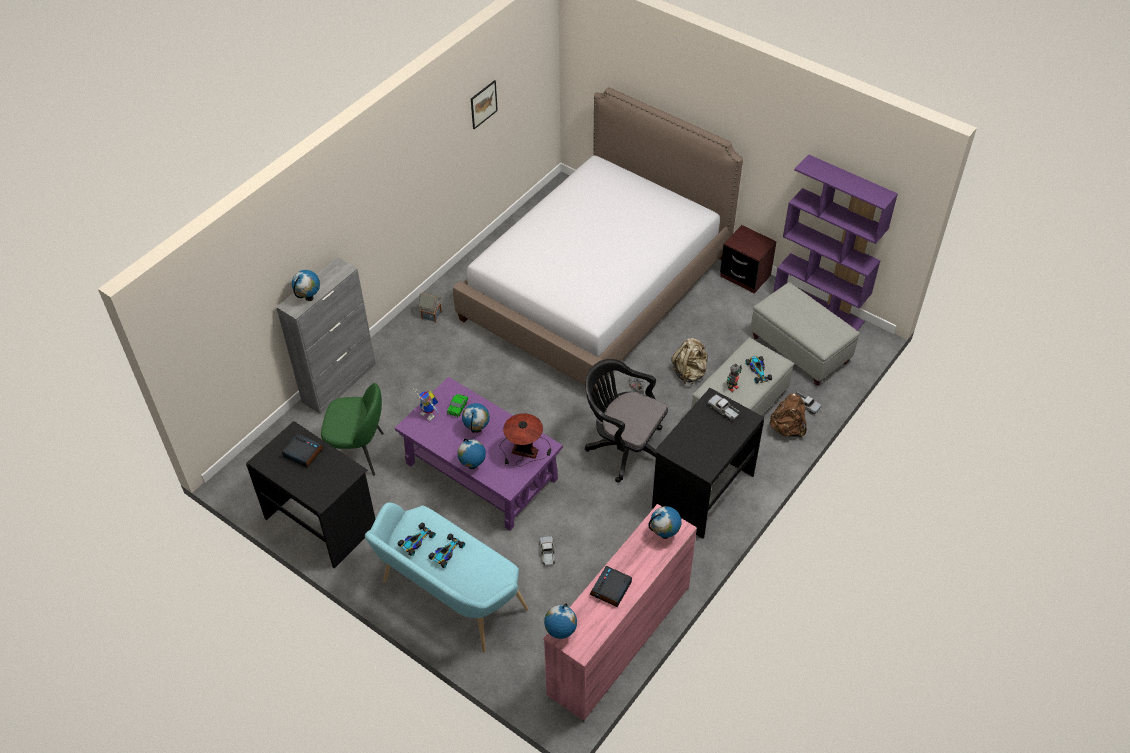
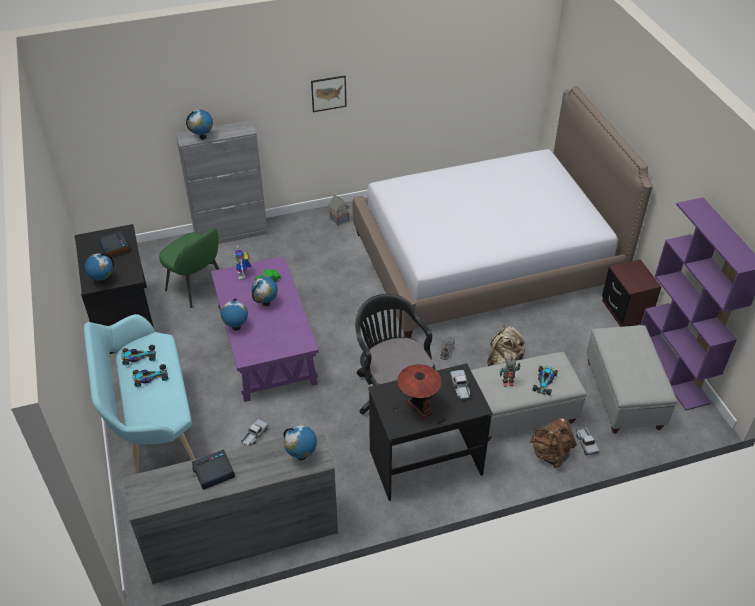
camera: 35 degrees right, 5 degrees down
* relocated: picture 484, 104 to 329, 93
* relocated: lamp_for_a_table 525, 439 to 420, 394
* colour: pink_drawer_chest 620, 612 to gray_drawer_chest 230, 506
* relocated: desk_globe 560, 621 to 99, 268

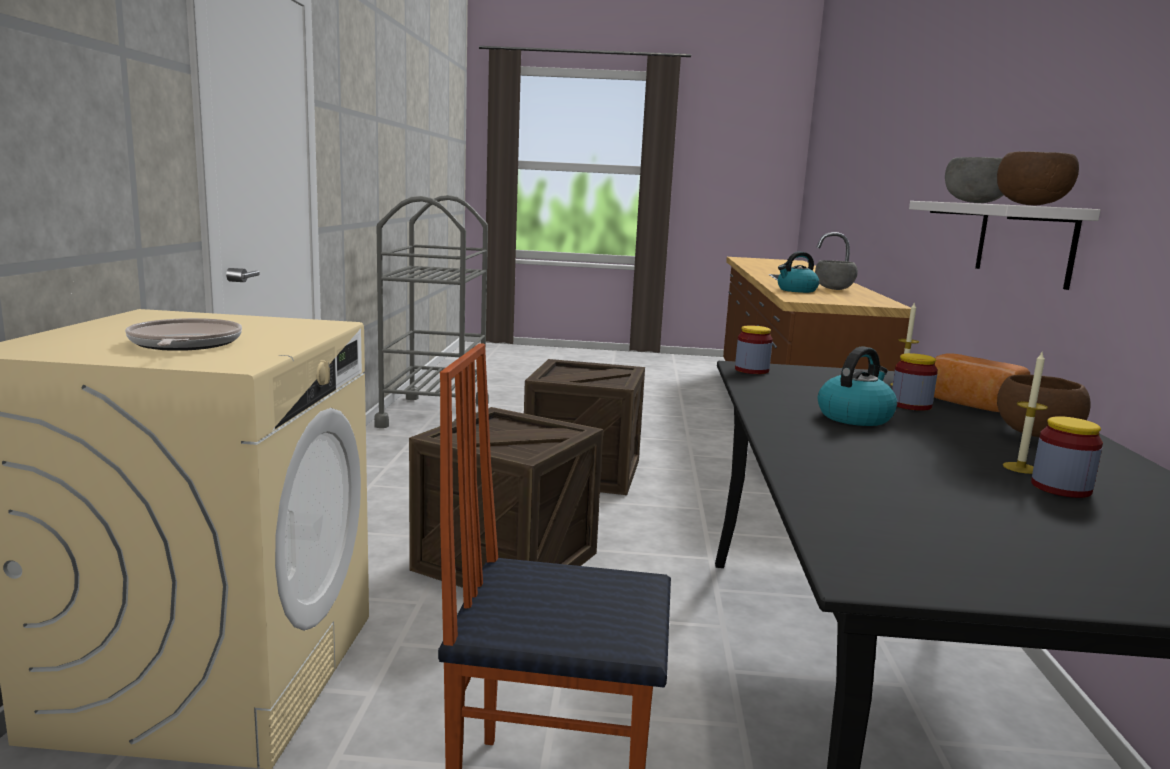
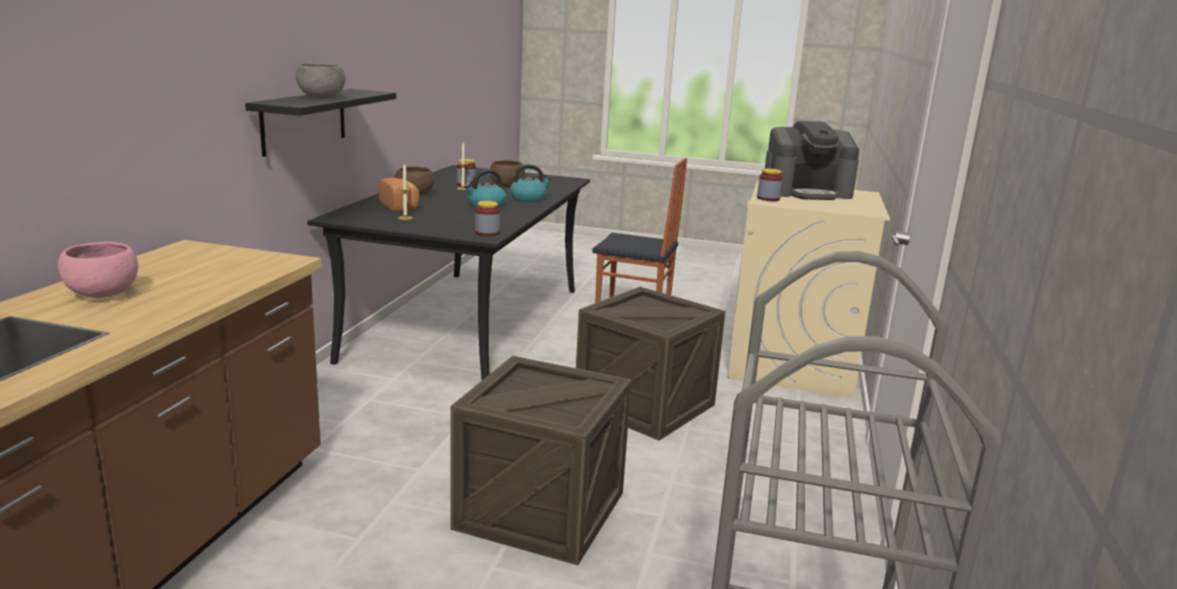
camera: 170 degrees left, 5 degrees up
* exchanged: pan 183, 334 to coffee_machine 812, 160
* relocated: tea_kettle 798, 272 to 531, 183
* colour: gray_bowl 836, 275 to pink_bowl 98, 270
* relocated: preserve_jar 915, 382 to 770, 184
* colour: white-coloured_shelf 1005, 245 to black-coloured_shelf 320, 123
* relocated: brownish_bowl 1038, 178 to 507, 173

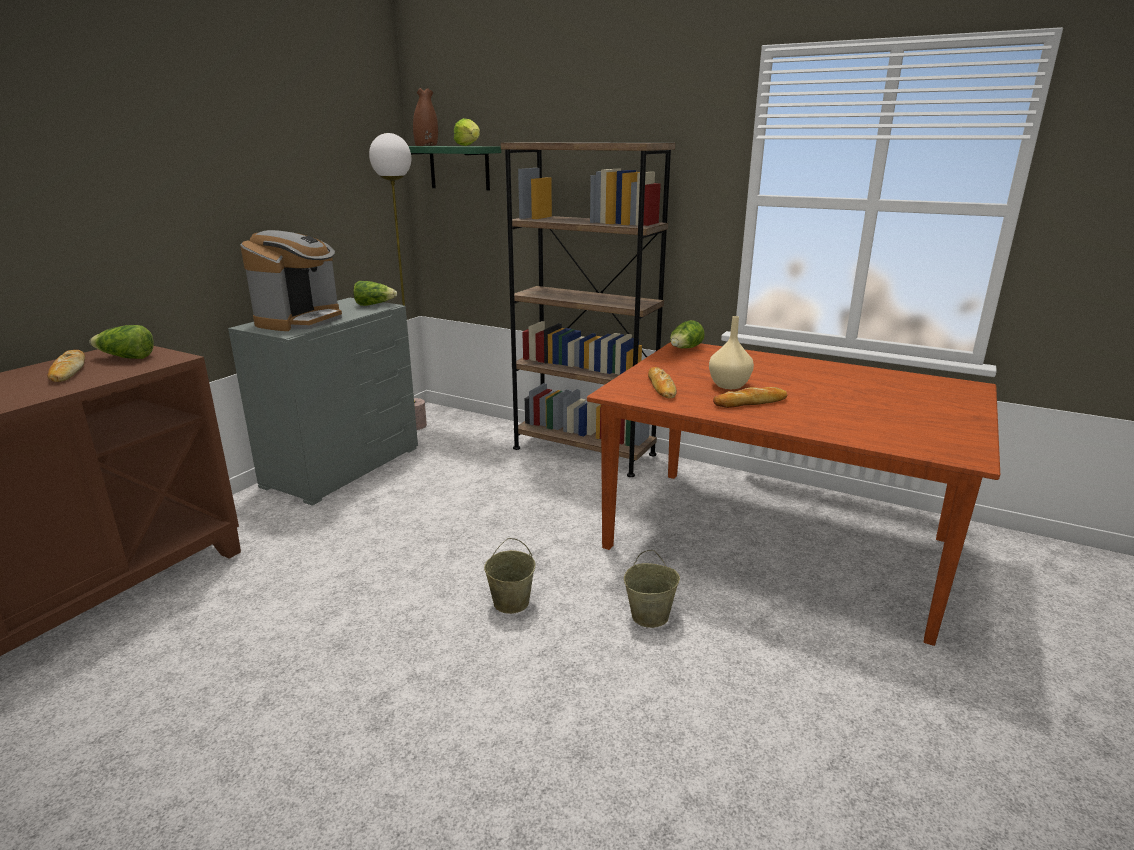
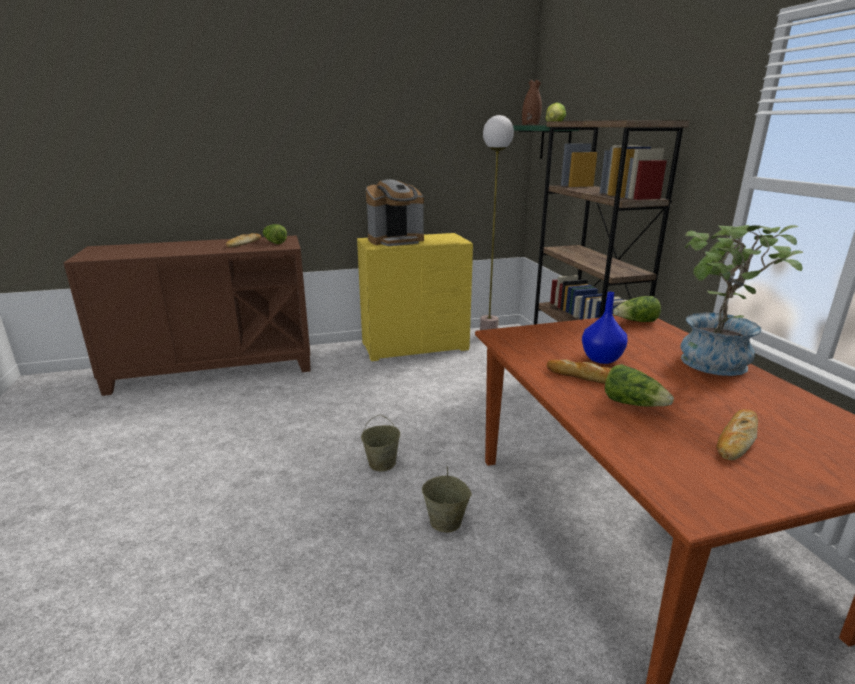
camera: 45 degrees right, 0 degrees up
* colour: gray_drawer_chest 323, 402 to yellow-coloured_drawer_chest 415, 297
* relocated: head_of_lettuce 375, 293 to 639, 385
* relocated: bakery_bread 662, 382 to 737, 434
* colour: sand-coloured_vase 731, 352 to blue_vase 605, 328
* appeared: houseplant 742, 300

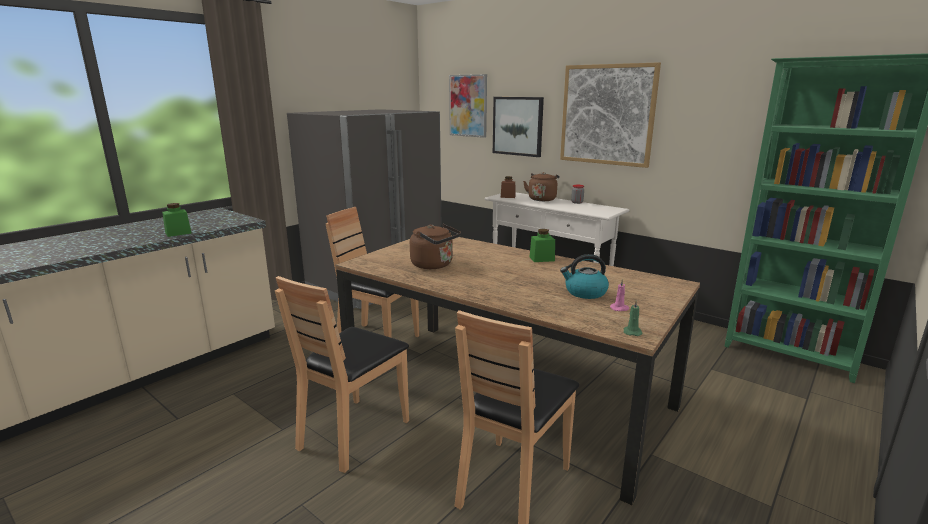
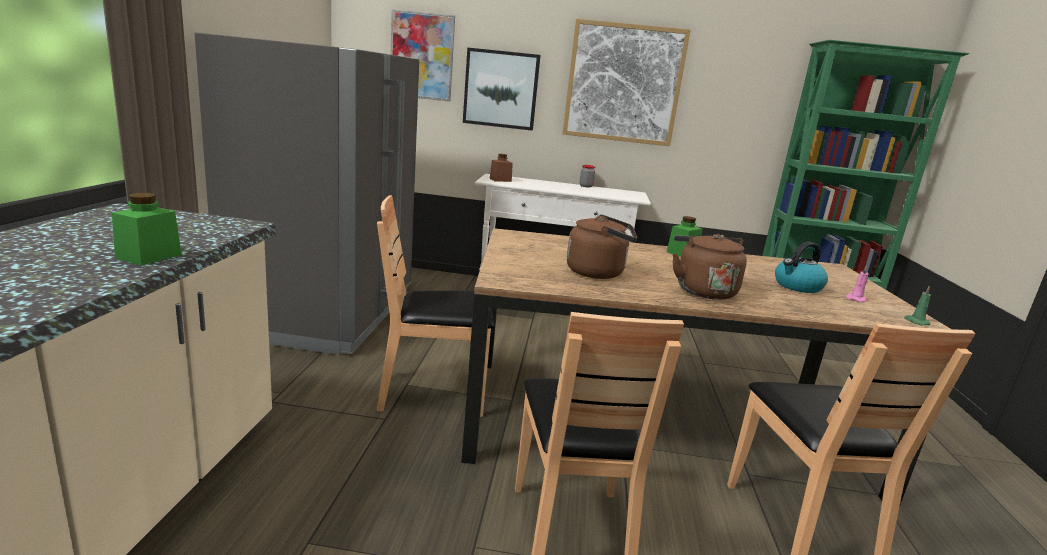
camera: 35 degrees left, 0 degrees up
* relocated: brownish_tea_kettle 541, 186 to 710, 267

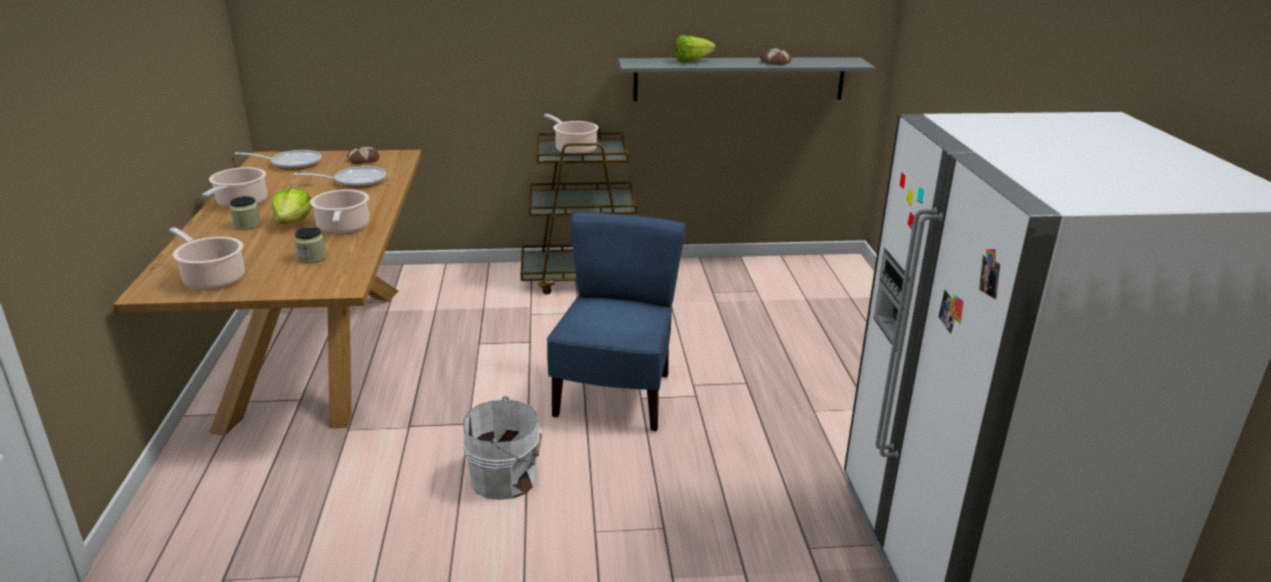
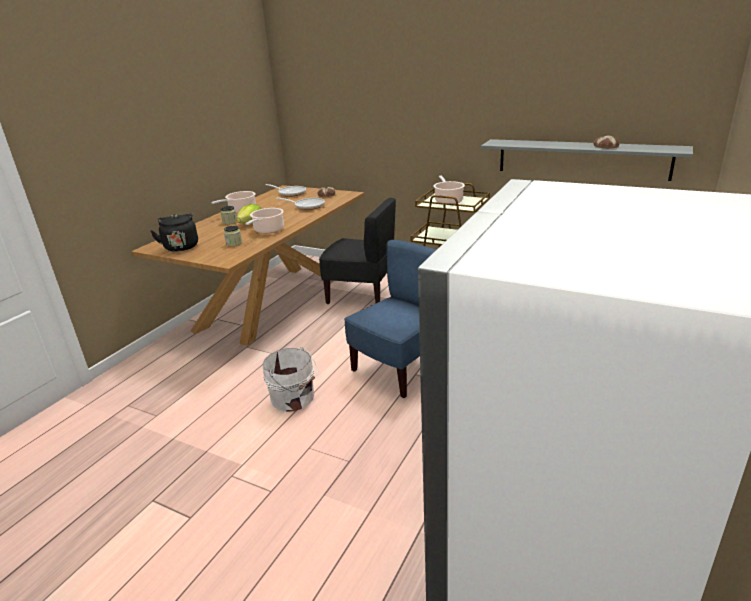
camera: 35 degrees right, 0 degrees up
* exchanged: cooking_pot 207, 258 to black-coloured_tea_kettle 174, 232
* missing: head_of_lettuce 695, 49
* appeared: black-coloured_chair 357, 251

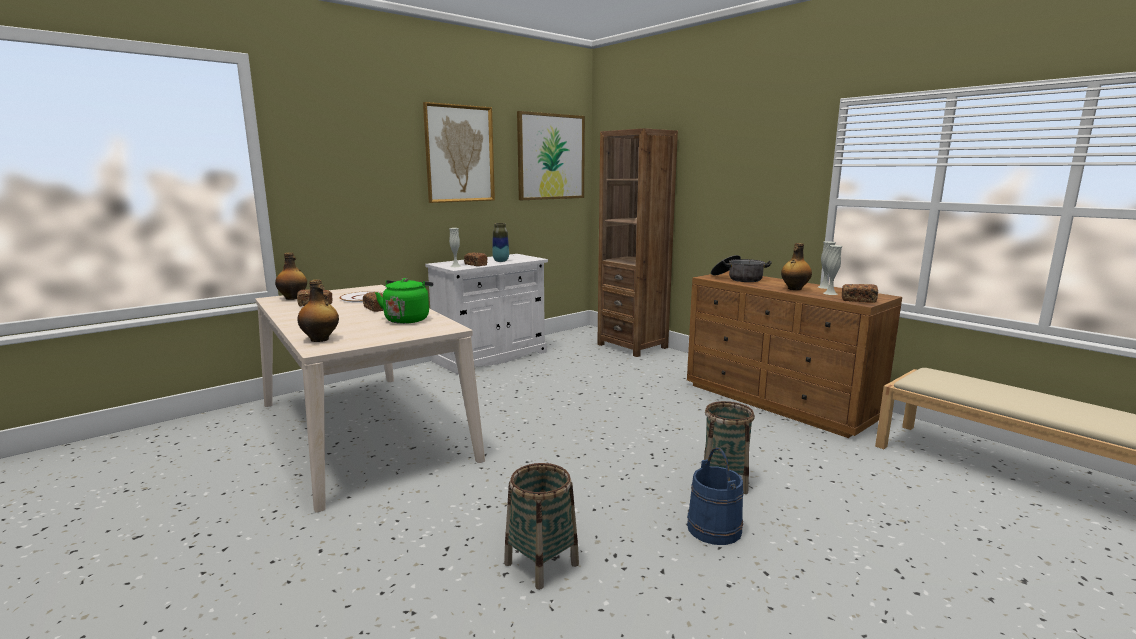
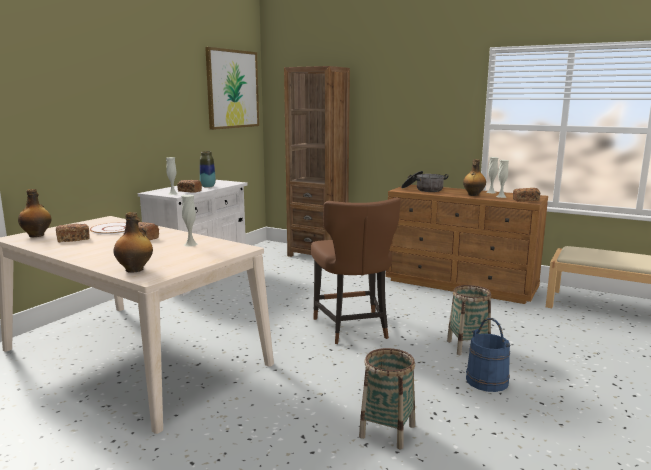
camera: 20 degrees left, 0 degrees up
* exchanged: green-coloured_tea_kettle 404, 301 to white-coloured_vase 189, 221
* missing: picture 459, 152
* appeared: brownish_chair 356, 271

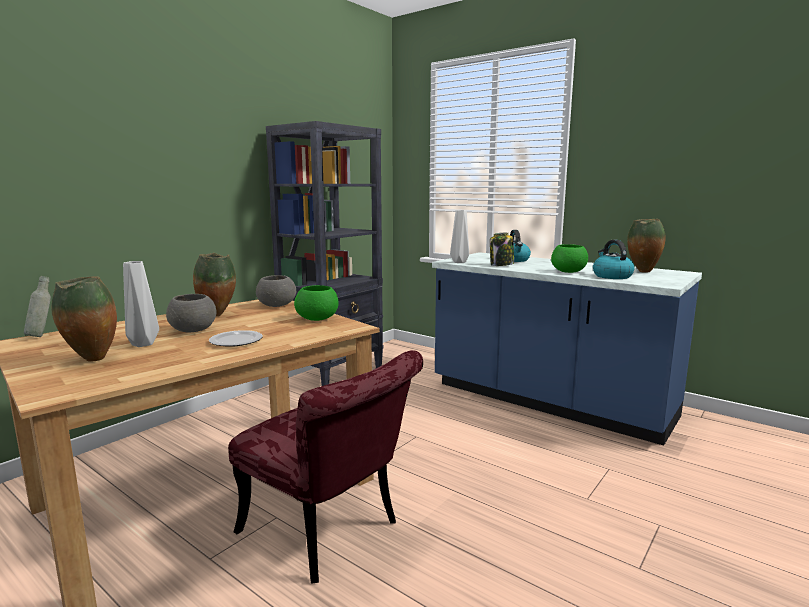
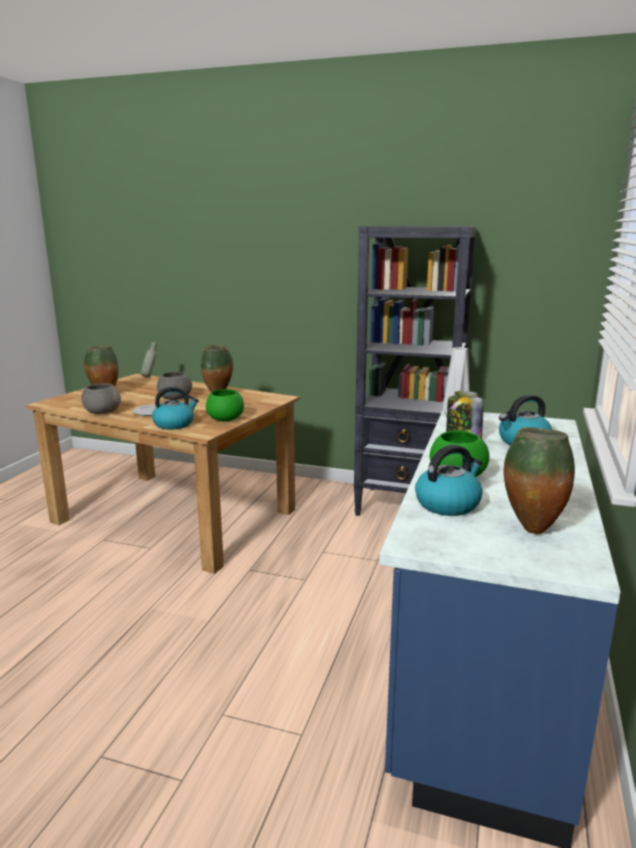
camera: 70 degrees right, 5 degrees up
* missing: gray_vase 141, 304
* missing: reddish_chair 325, 467
* relocated: gray_bowl 276, 291 to 101, 398
* appeared: tea_kettle 175, 408

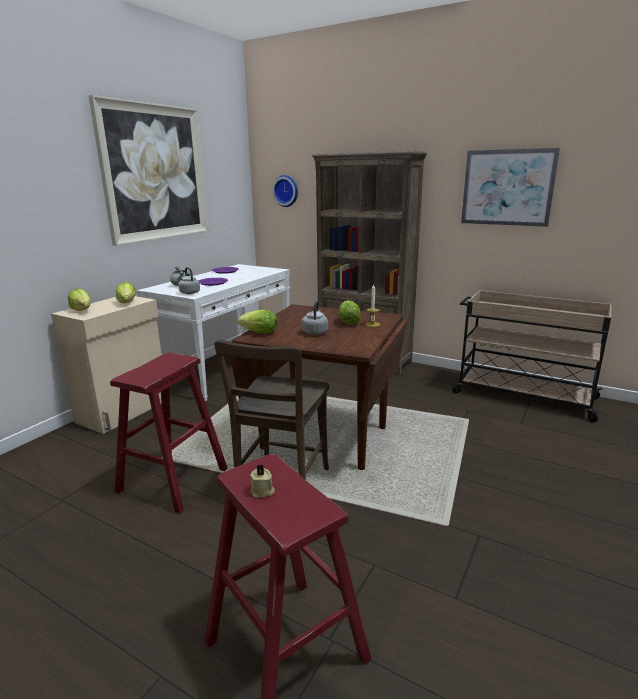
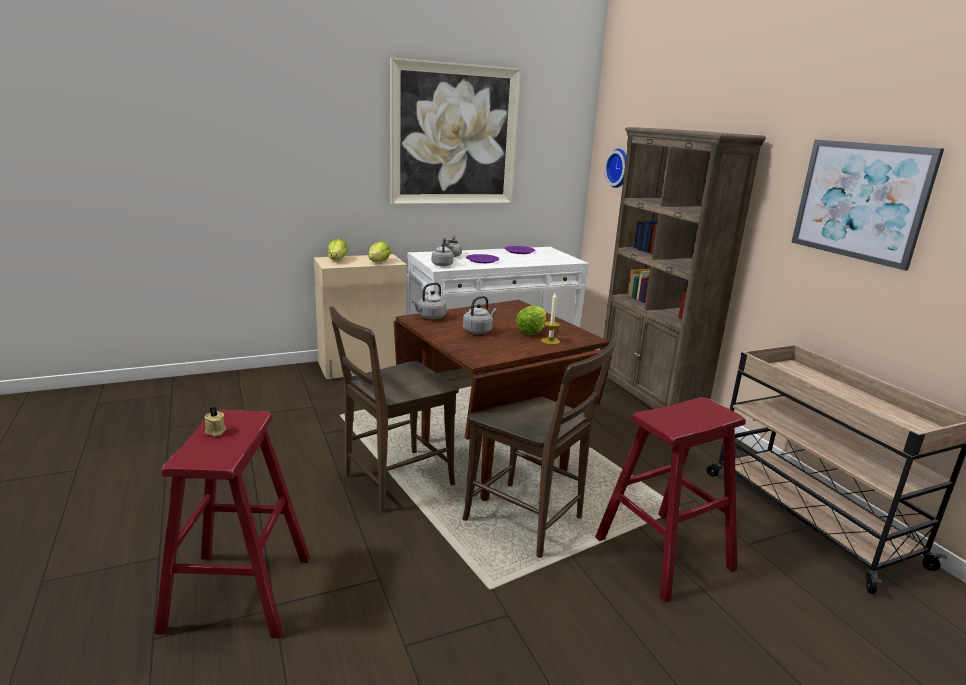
camera: 35 degrees right, 0 degrees up
* relocated: reddish_sitting_stool 168, 433 to 670, 500
* exchanged: head_of_lettuce 257, 322 to gray_tea_kettle 429, 301
* appeared: brownish_chair 539, 449

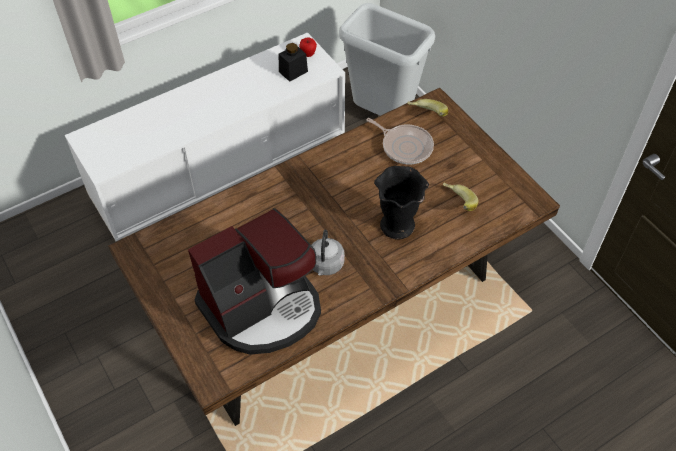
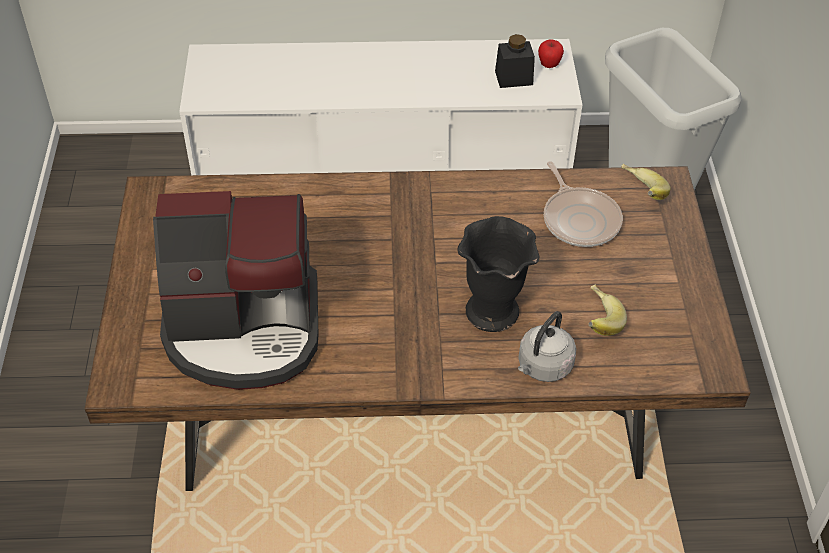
camera: 30 degrees right, 5 degrees down
* relocated: gray_tea_kettle 328, 253 to 547, 346

